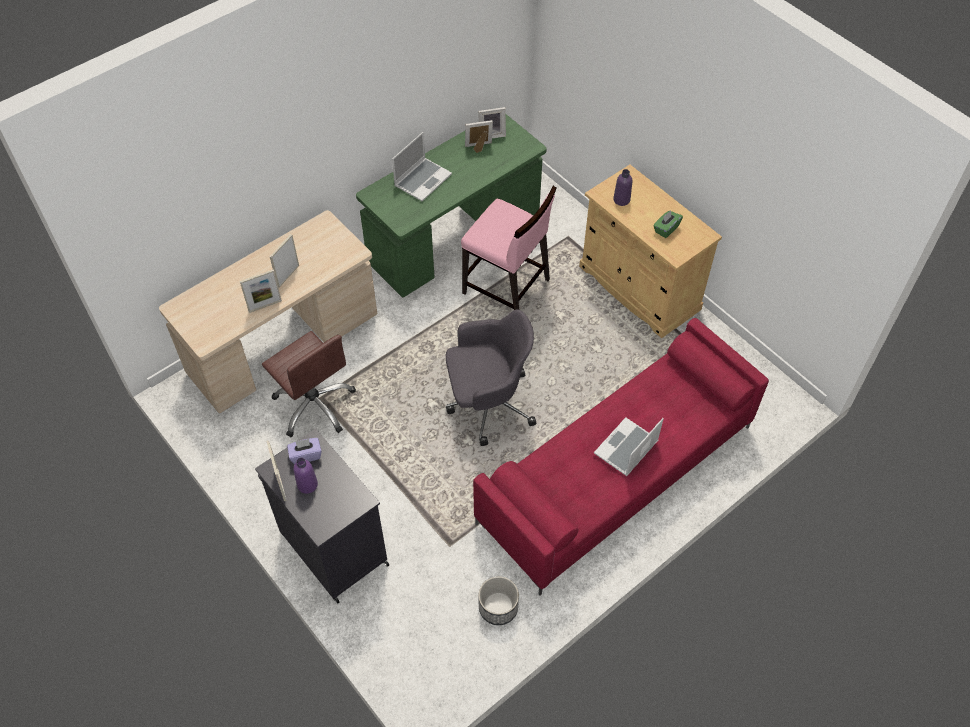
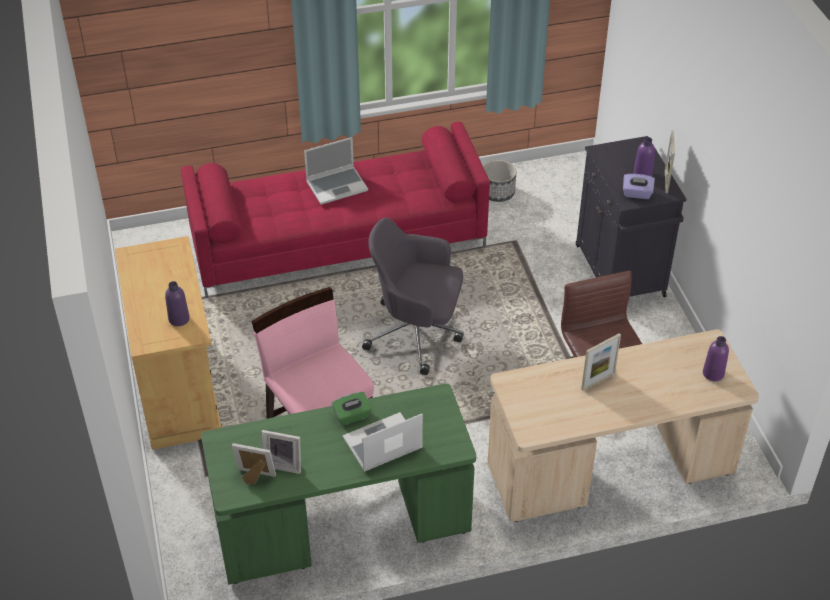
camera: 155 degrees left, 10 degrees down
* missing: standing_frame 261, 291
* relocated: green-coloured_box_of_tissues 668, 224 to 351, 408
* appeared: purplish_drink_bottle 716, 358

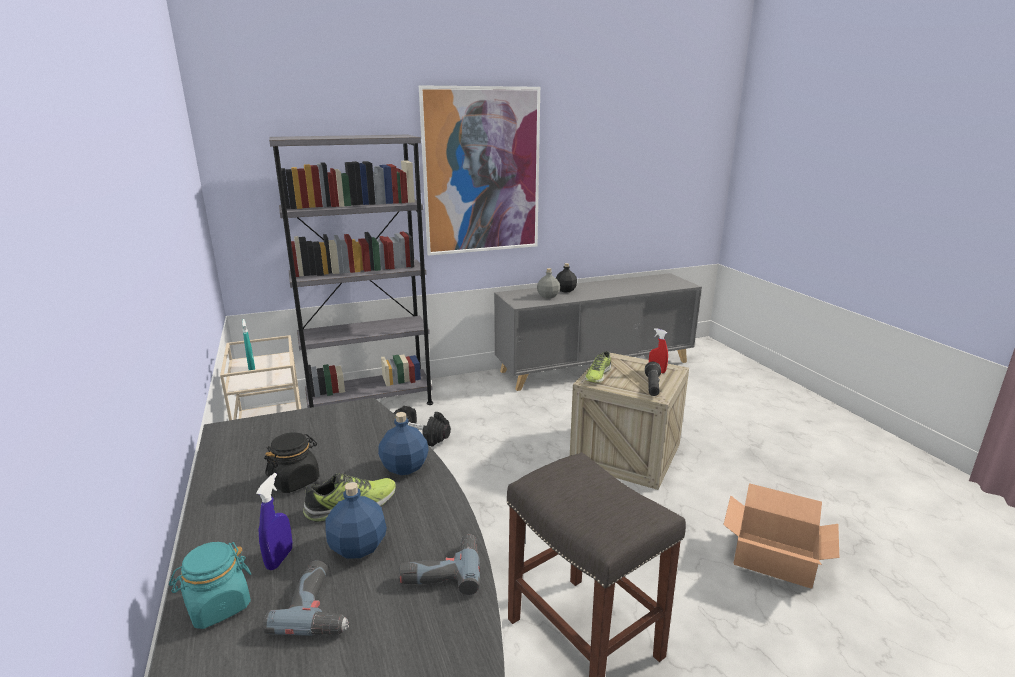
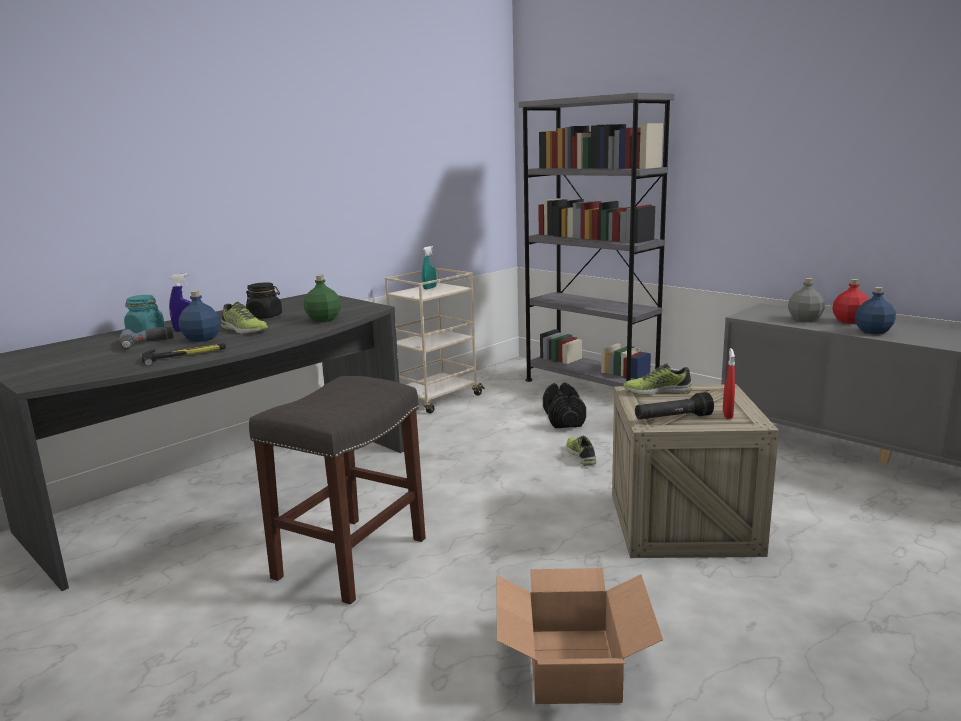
camera: 65 degrees right, 5 degrees down
* relocated: blue_drink_bottle 403, 443 to 875, 310
* exchanged: electric_drill 439, 564 to tool_hammer 183, 354
* missing: picture 479, 170
* colour: black-coloured_drink_bottle 566, 277 to reddish_drink_bottle 850, 301
* appeared: green-coloured_drink_bottle 322, 298
* appeared: shoe 581, 451

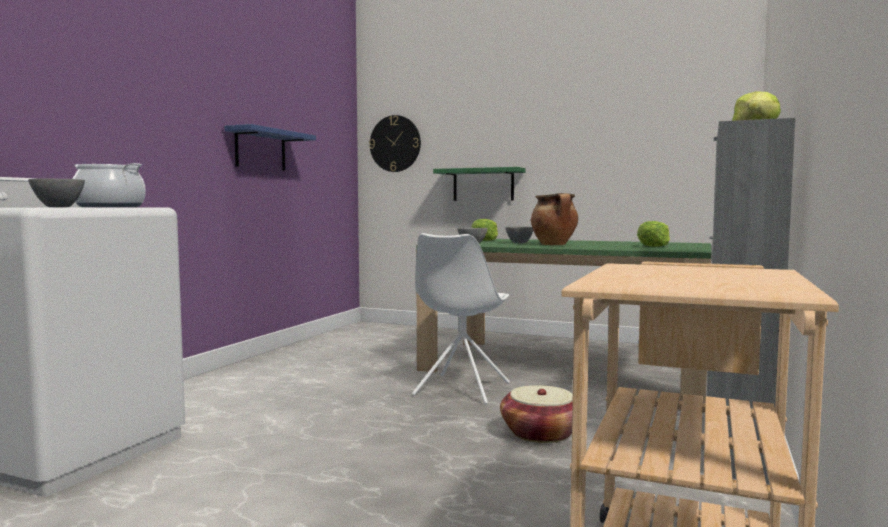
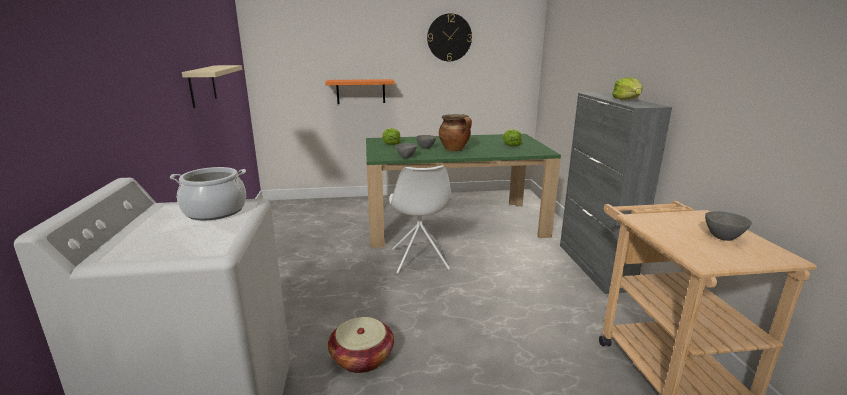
camera: 30 degrees left, 15 degrees up
* relocated: gray_bowl 56, 192 to 728, 226
* colour: blue_shelf 270, 147 to sand-coloured_shelf 212, 86
* relocated: clock_on_the_wall 395, 143 to 449, 37
* colour: green-coloured_shelf 479, 184 to orange-coloured_shelf 360, 91
* relocated: household_basket 536, 414 to 361, 345

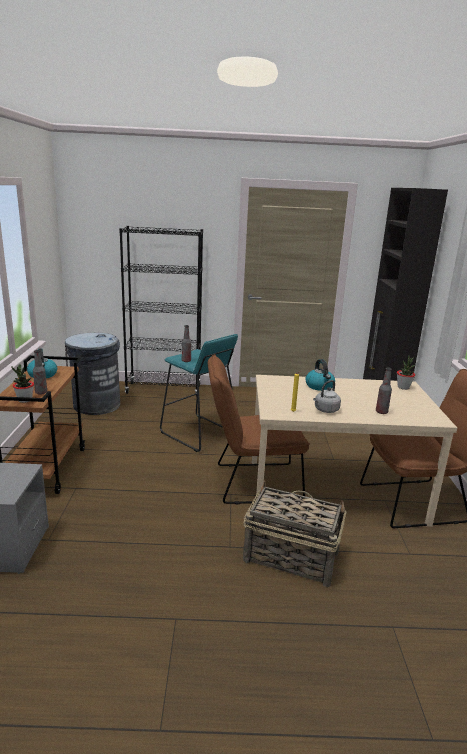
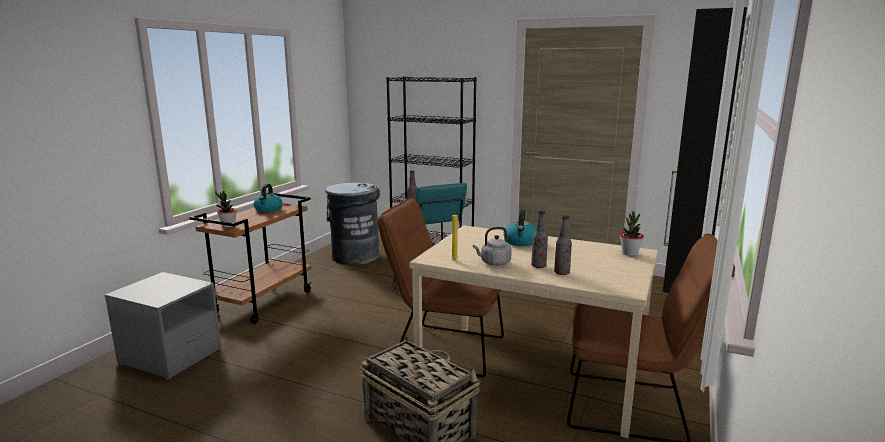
camera: 25 degrees right, 5 degrees down
* relocated: drink_bottle 40, 372 to 539, 239

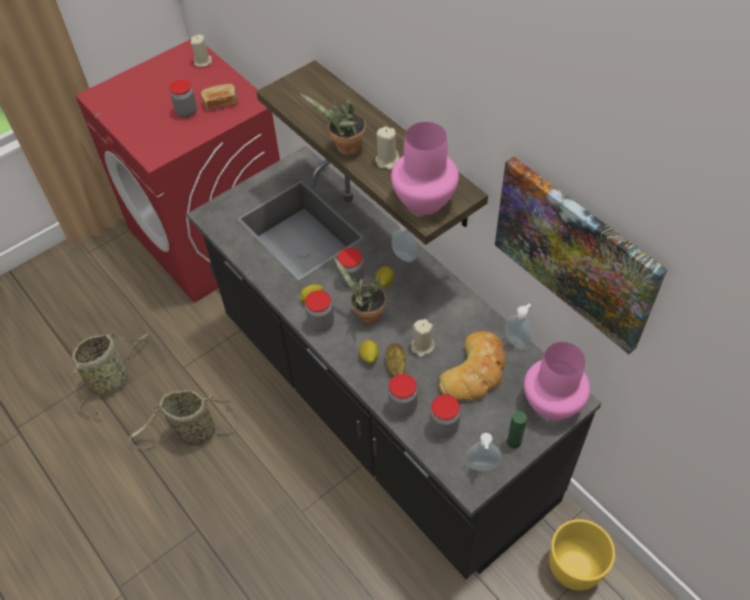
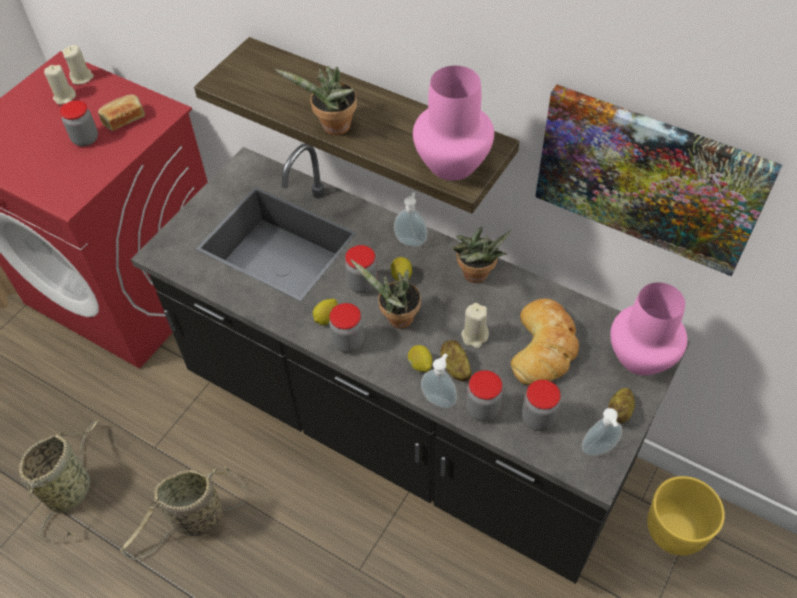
camera: 20 degrees left, 0 degrees up
* relocated: sand-coloured_candle 387, 148 to 60, 85
* relocated: soap_dispenser 518, 327 to 439, 381
* exchanged: green-coloured_drink_bottle 517, 430 to spud 621, 405
* appeared: houseplant 481, 255

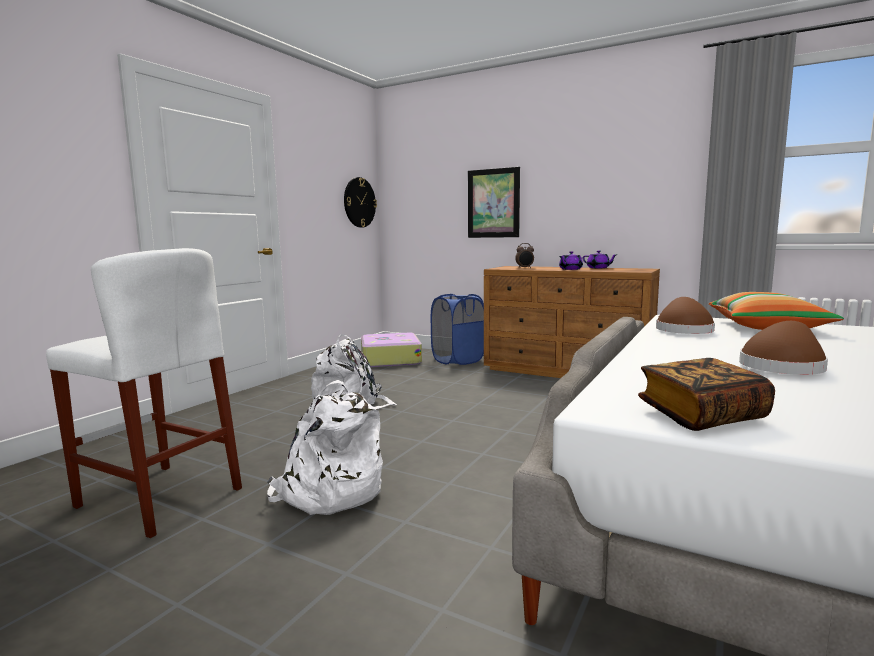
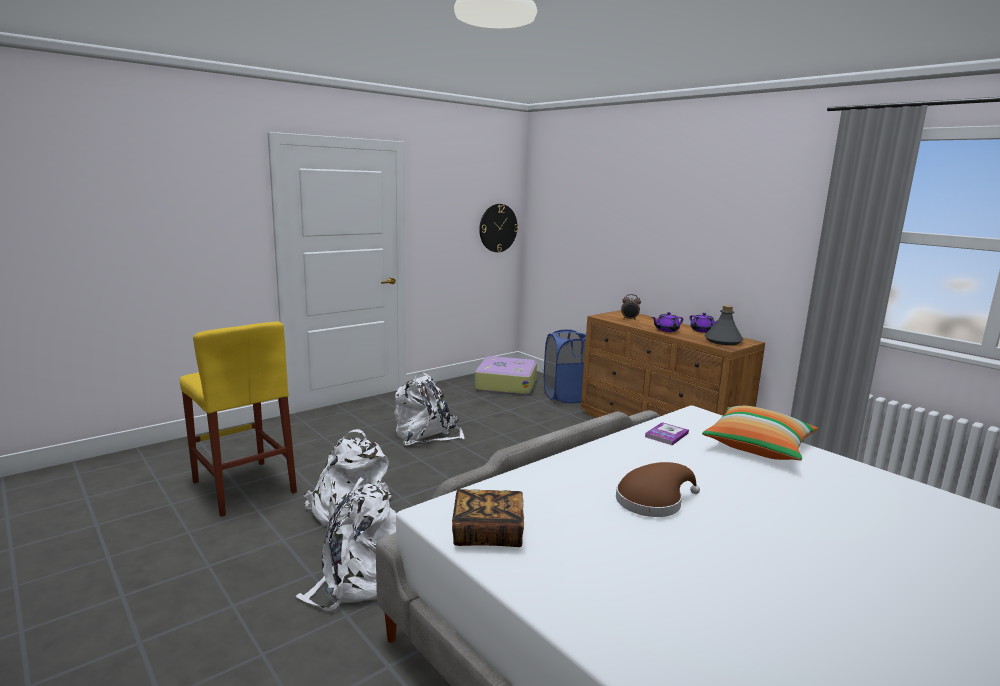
camera: 20 degrees right, 5 degrees up
* colour: white-coloured_sitting_stool 144, 393 to yellow-coloured_sitting_stool 238, 419
* missing: picture 494, 202
* exchanged: brownish_wearable_hat 685, 315 to volume 667, 433
* appeared: white-coloured_knapsack 346, 544
* appeared: gray_drink_bottle 724, 325

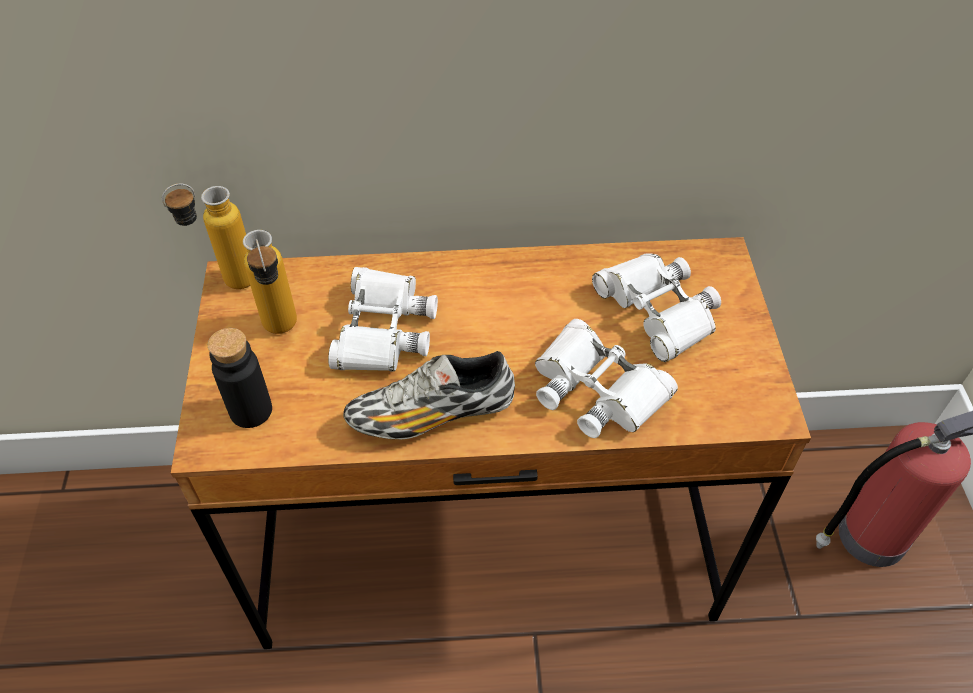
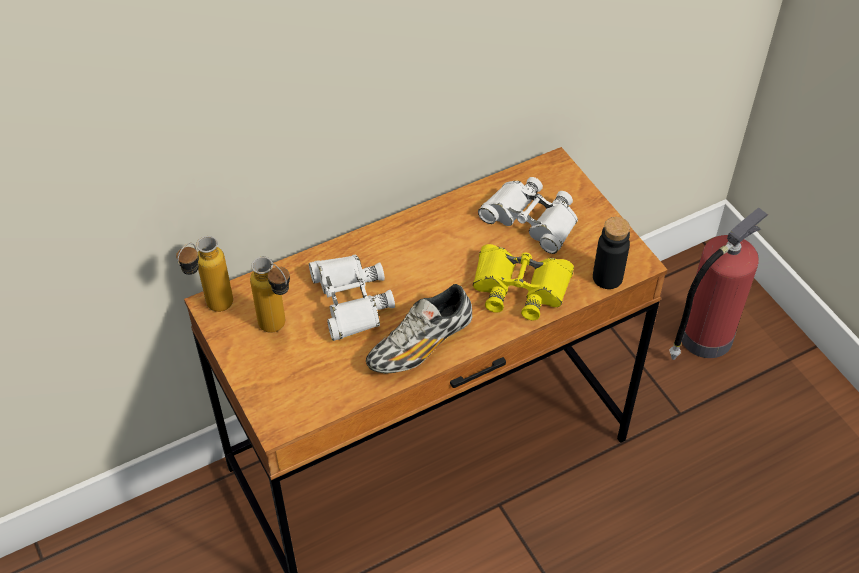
camera: 25 degrees left, 0 degrees up
* relocated: black-coloured_drink_bottle 240, 378 to 611, 253
* colour: white-coloured_field_glasses 606, 378 to yellow-coloured_field_glasses 523, 282

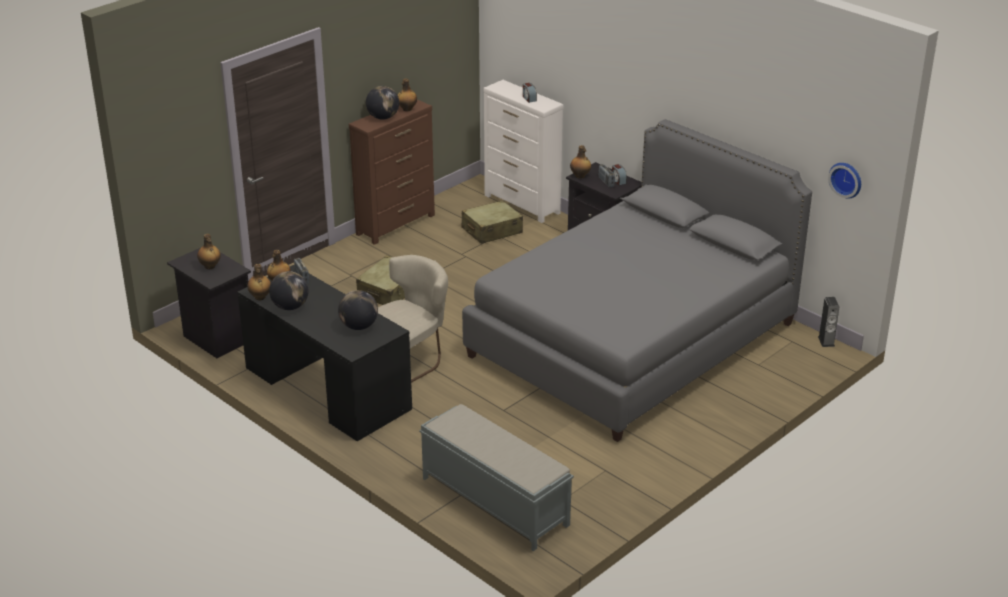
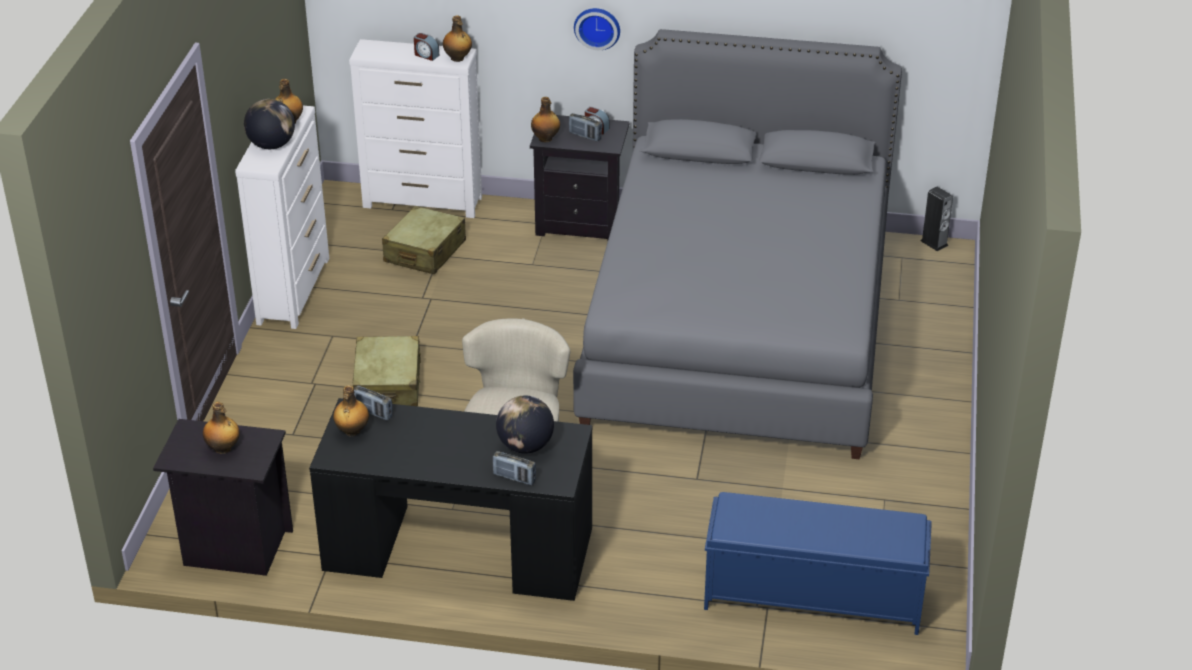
camera: 35 degrees left, 5 degrees up
* relocated: drink_bottle 259, 282 to 457, 38
* missing: desk_globe 289, 290
* colour: brownish_drawer_chest 392, 172 to white-coloured_drawer_chest 282, 217
* colour: gray_indoor_bench 496, 477 to blue_indoor_bench 818, 563
* relocated: clock_on_the_wall 844, 181 to 597, 29
* appeared: radio_set 514, 468

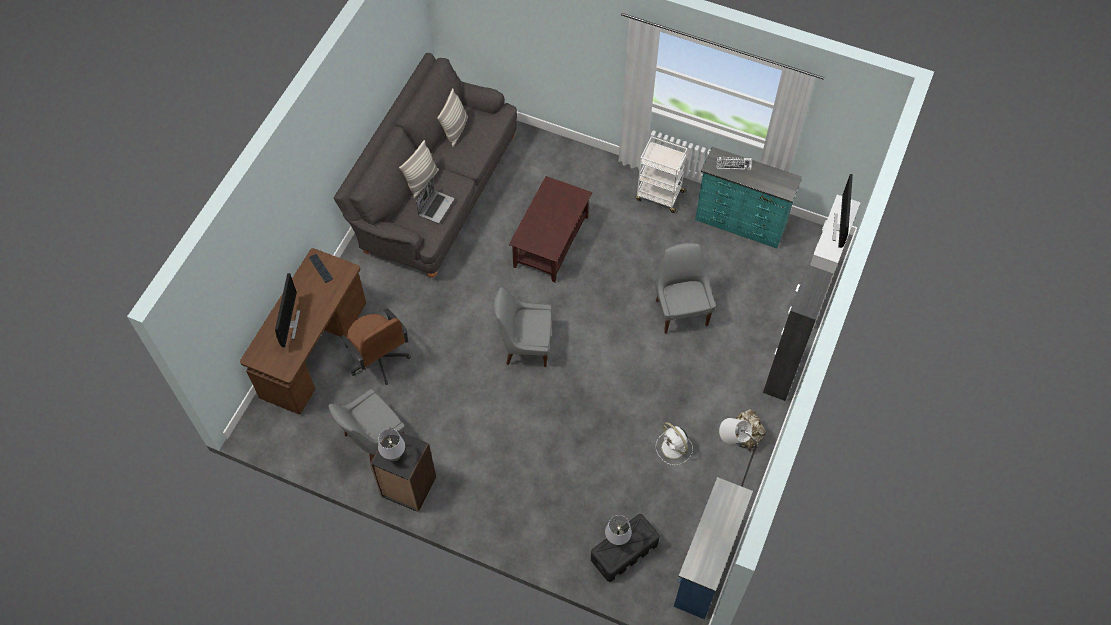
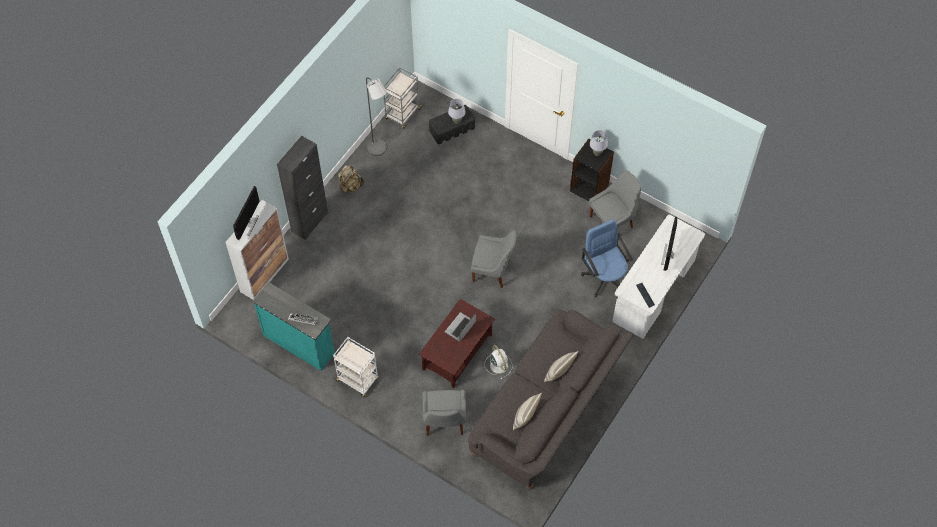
camera: 170 degrees left, 0 degrees up
* colour: brownish_desk_unit 303, 331 to white-coloured_desk_unit 659, 277
* colour: brownish_computer_chair 375, 346 to blue_computer_chair 607, 258
* relocated: laptop 435, 200 to 460, 327
* relocated: gray_chair 685, 288 to 444, 413
* relocated: white-coloured_cooling_fan 674, 443 to 498, 362
* exchanged: blue_drawer_chest 713, 548 to gray_wheeled_cart 403, 97

